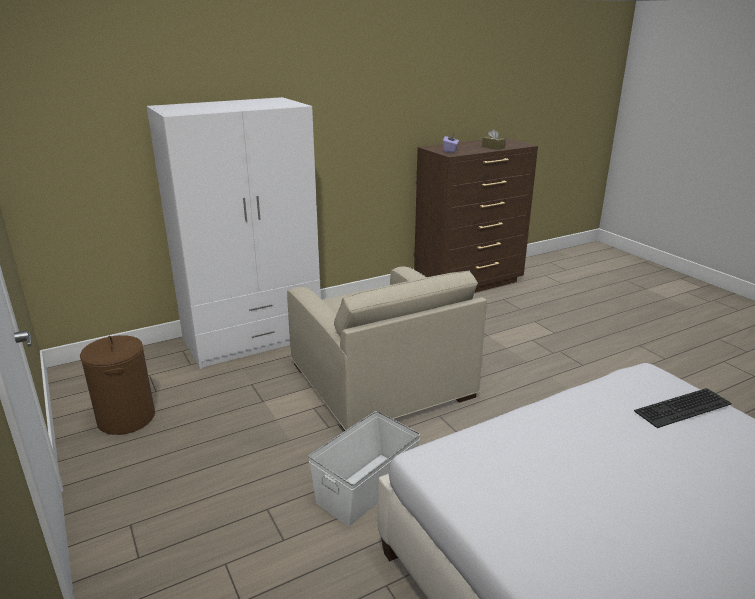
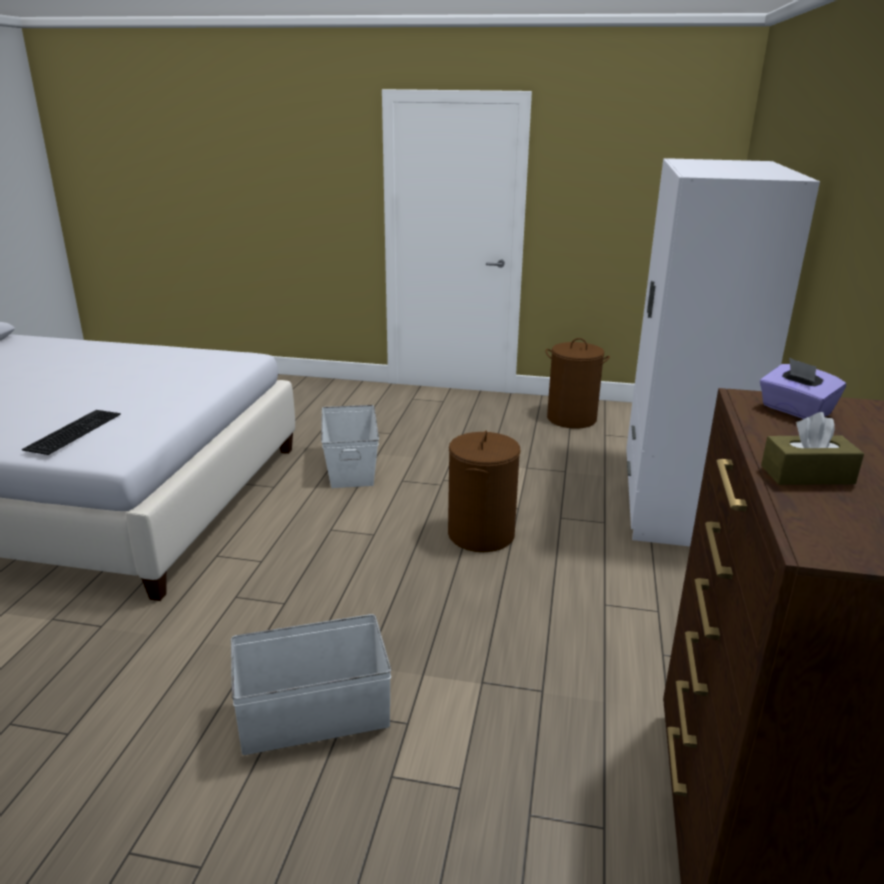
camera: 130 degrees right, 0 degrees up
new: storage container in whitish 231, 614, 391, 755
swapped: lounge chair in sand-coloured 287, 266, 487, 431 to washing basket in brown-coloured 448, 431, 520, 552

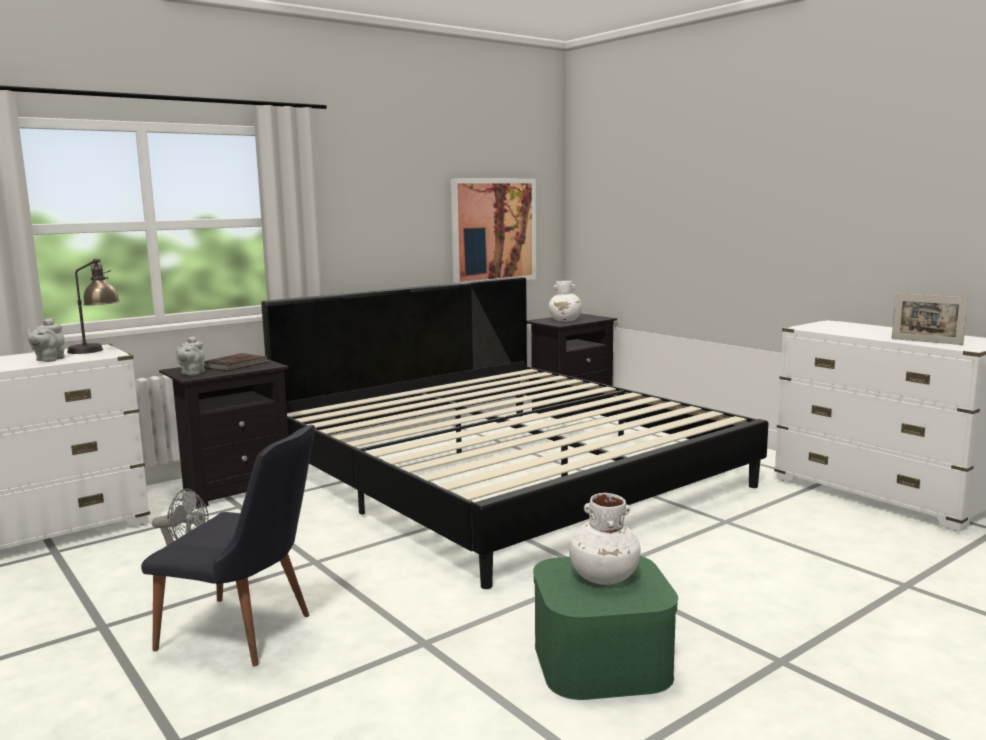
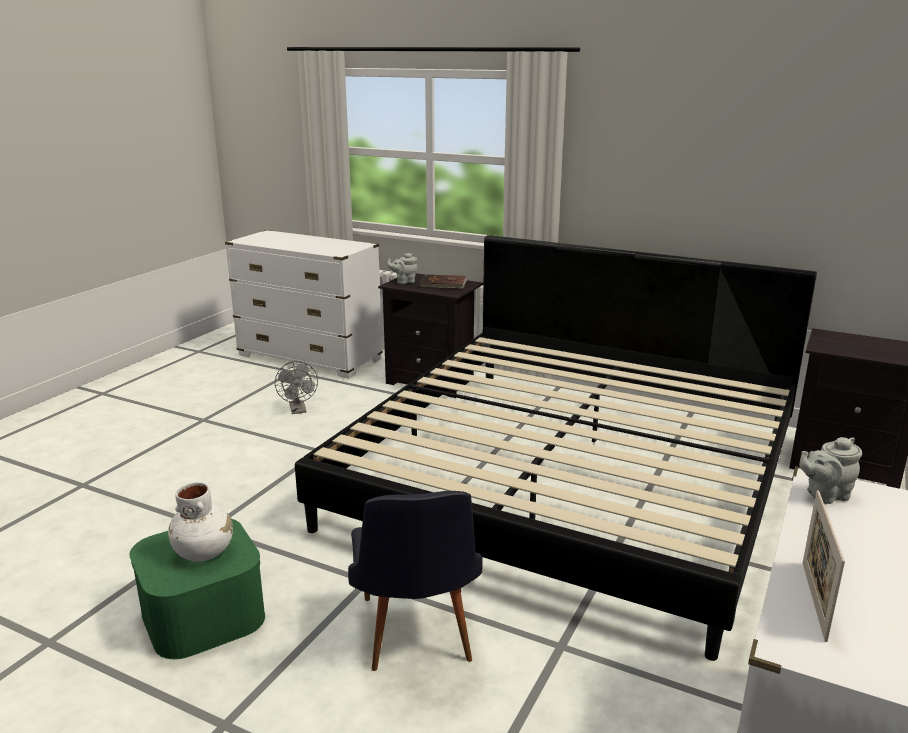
camera: 65 degrees right, 10 degrees up
gone: lamp for a table 67, 259, 120, 354; wall picture 451, 179, 536, 283; flower vase in whitish 549, 281, 582, 321
shifted: tea pot in greyish 26, 318, 65, 362 to 799, 437, 862, 504; upright chair in black-coloured 141, 425, 315, 666 to 348, 491, 482, 671

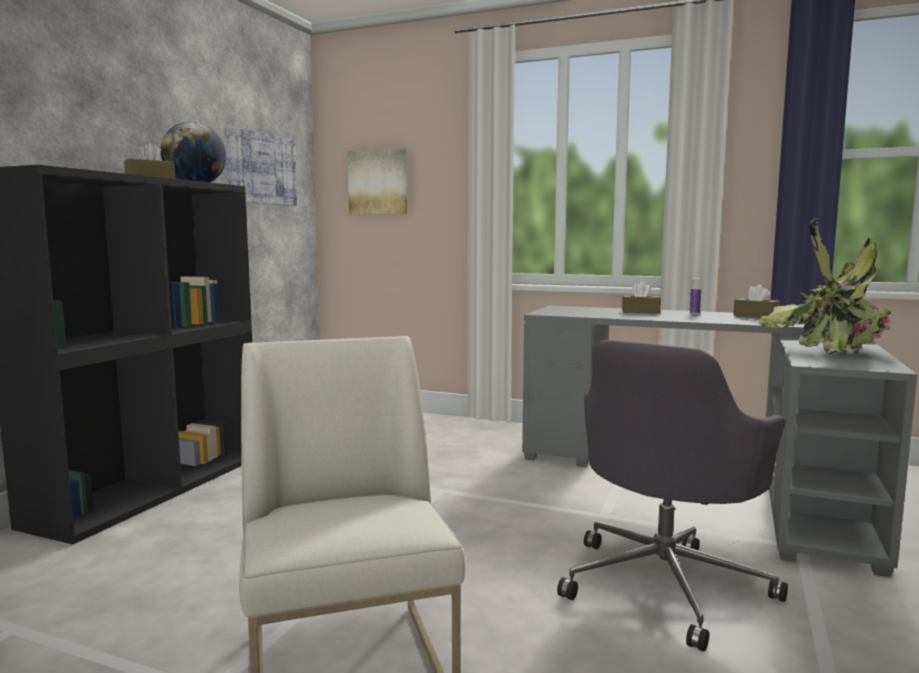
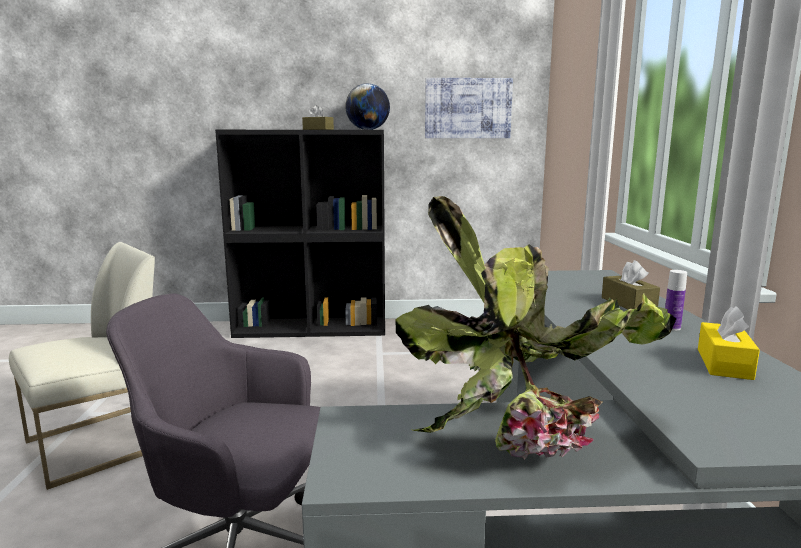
camera: 65 degrees right, 5 degrees up
gone: wall picture 348, 148, 407, 215
repainted: tissue box in brown-coloured 733, 284, 780, 318 to tissue box in yellowish 698, 306, 760, 380

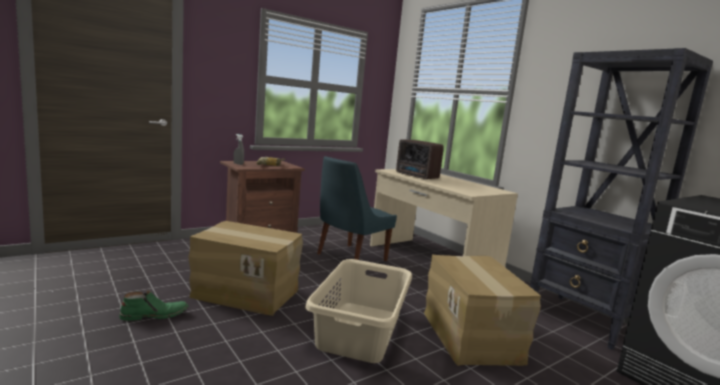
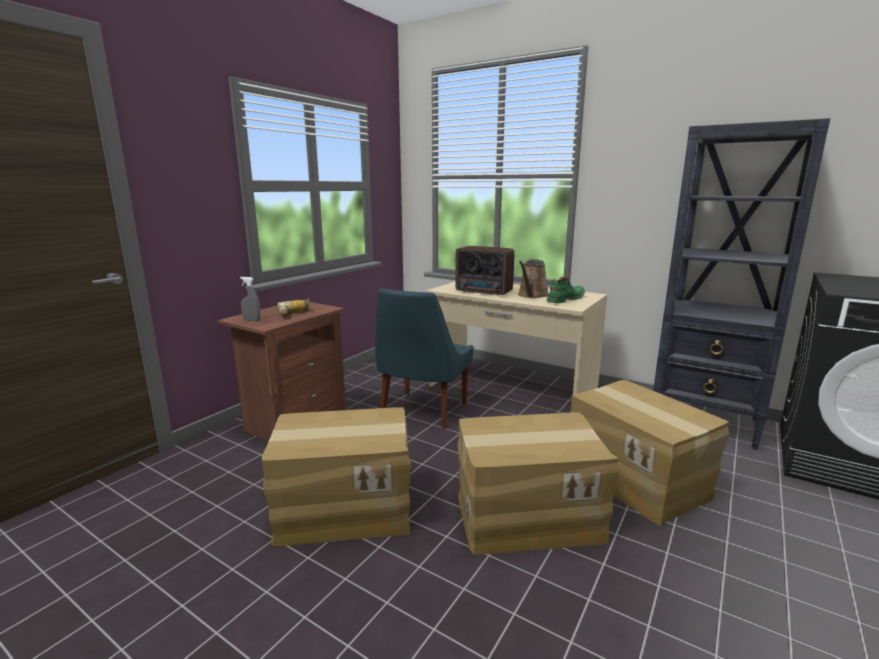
camera: 20 degrees left, 5 degrees up
new: watering can in brown-coloured 518, 259, 549, 298
shifted: high-top boot in green 119, 290, 188, 321 to 547, 277, 585, 303
swapped: washing basket in sand-coloured 305, 259, 412, 363 to cardboard box 458, 413, 620, 555

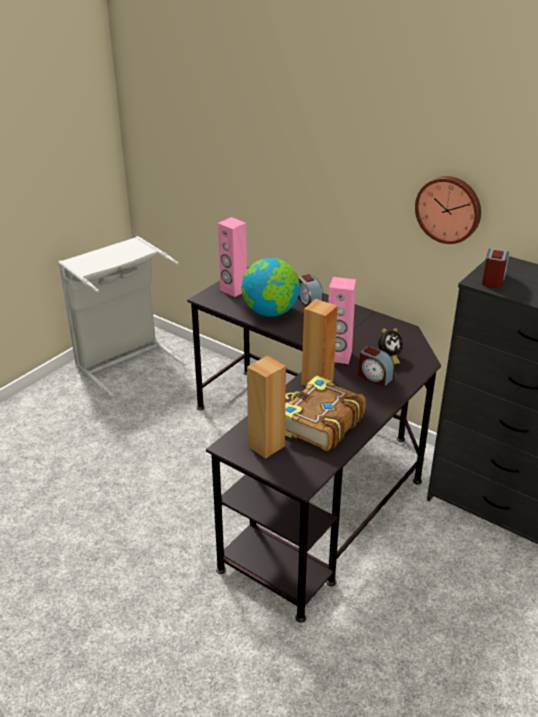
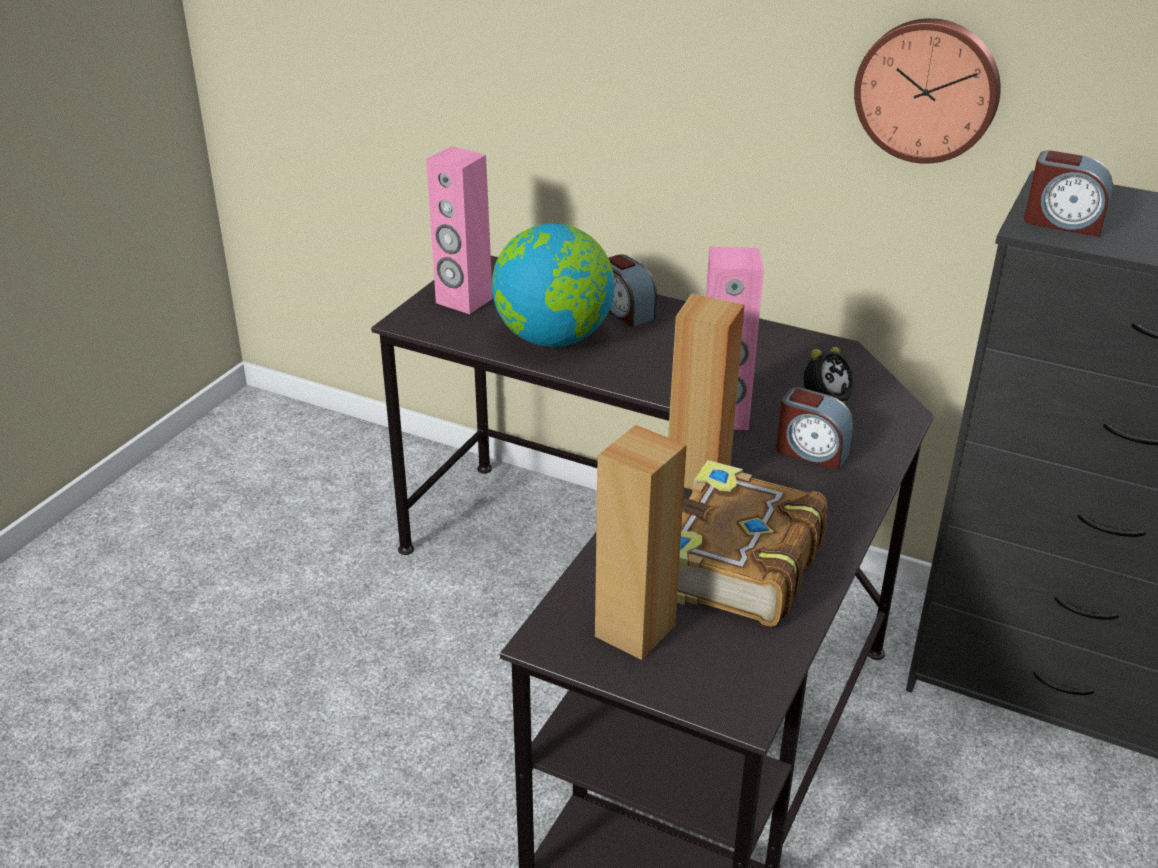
camera: 10 degrees left, 0 degrees up
gone: washing basket in greyish 58, 236, 186, 397
rotated: table clock 482, 249, 510, 288 = 1024, 150, 1113, 237 105 degrees clockwise

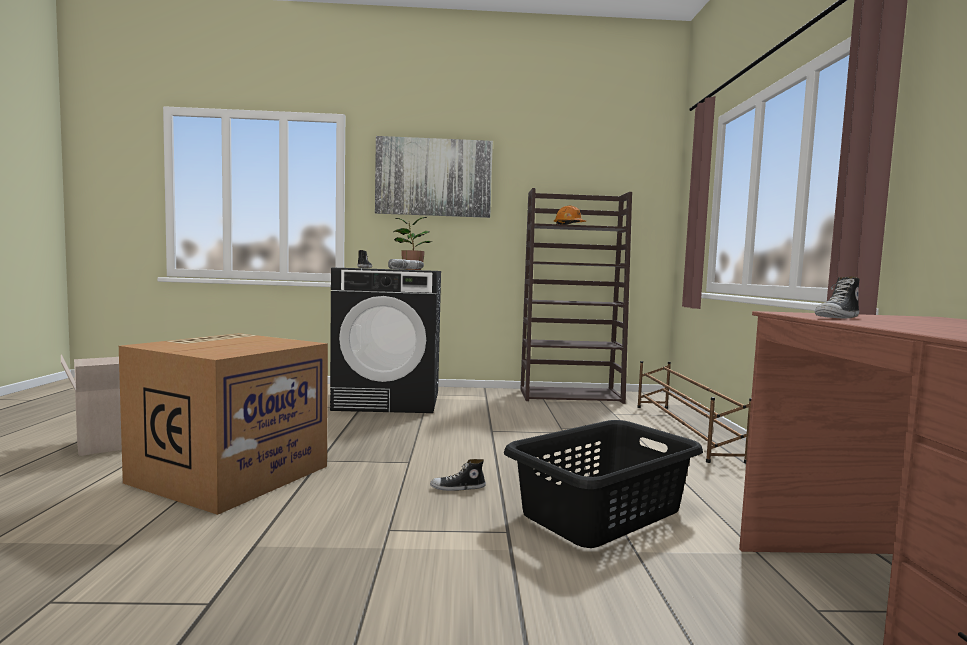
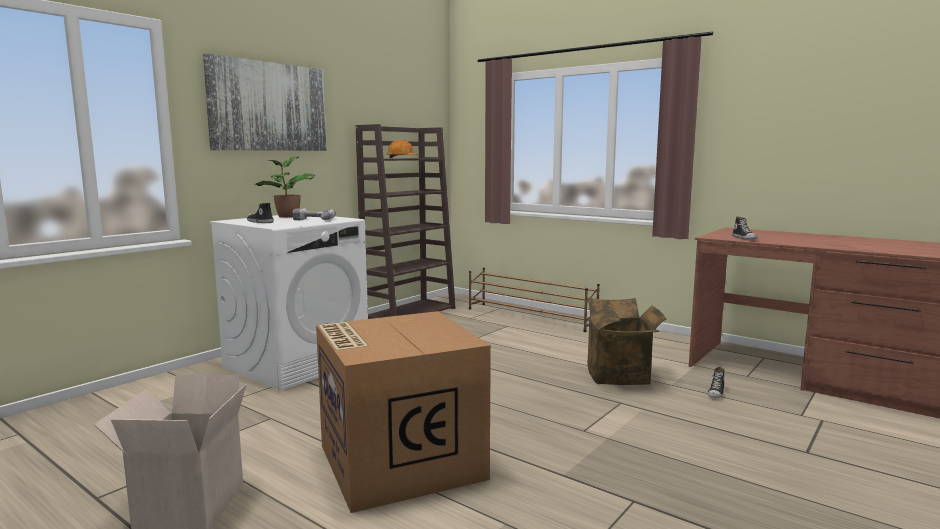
camera: 50 degrees left, 5 degrees up
shifted: shoe 430, 459, 486, 491 to 708, 367, 724, 398
swapped: washing basket in black-coloured 504, 420, 703, 548 to cardboard box 587, 298, 666, 385
repainted: laundry machine in black-coloured 330, 267, 441, 413 to laundry machine in whitish 209, 215, 368, 391

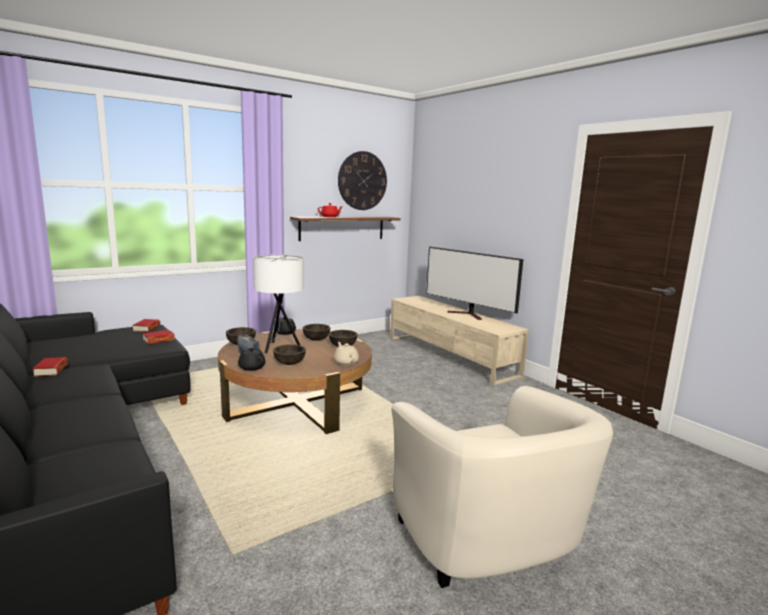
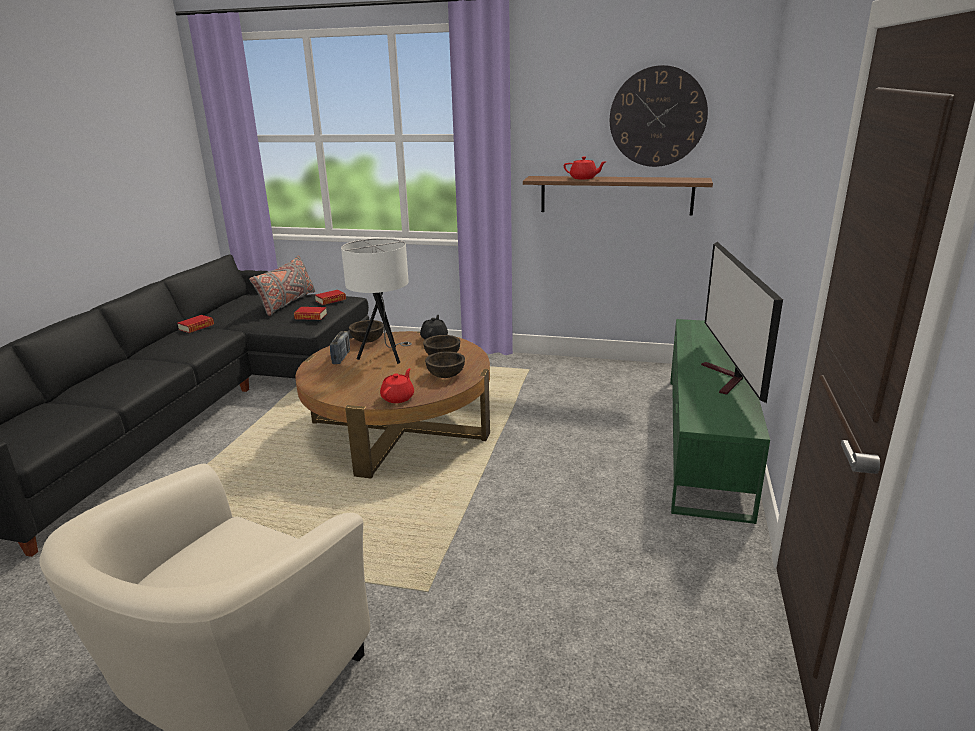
camera: 50 degrees right, 10 degrees up
gone: tea pot in black-coloured 238, 347, 266, 371; serving bowl in brown-coloured 273, 344, 306, 365
new: cushion in greyish 249, 255, 315, 316
repainted: tea pot in sand-coloured 334, 342, 359, 365 to tea pot in red-coloured 380, 368, 414, 403; media console in sand-coloured 390, 296, 529, 386 to media console in green 670, 319, 770, 524

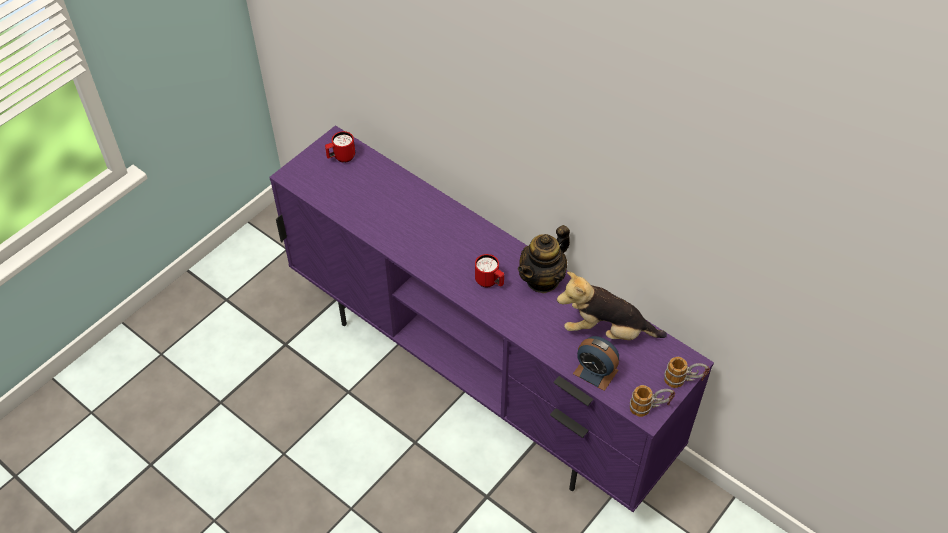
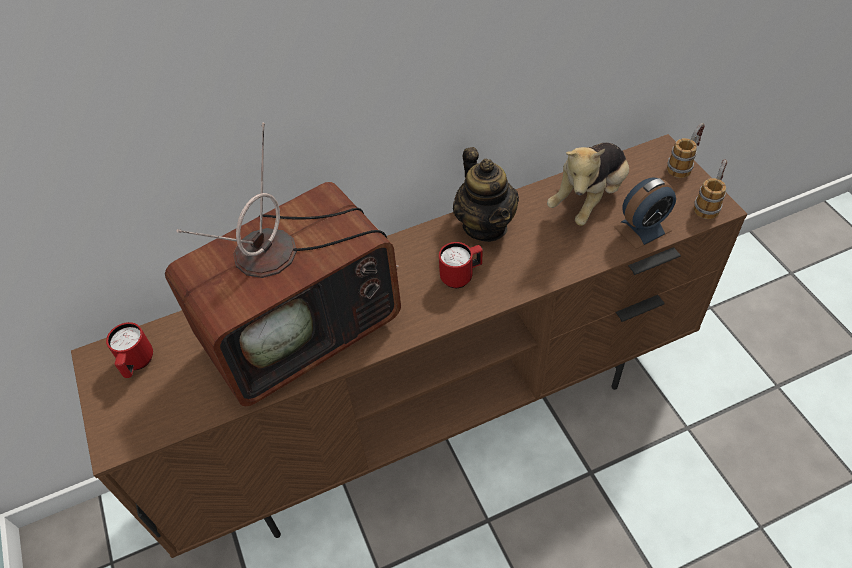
camera: 60 degrees left, 0 degrees up
new: television 165, 123, 401, 406
repainted: media console in purple 269, 125, 714, 512 to media console in brown-coloured 71, 134, 747, 558

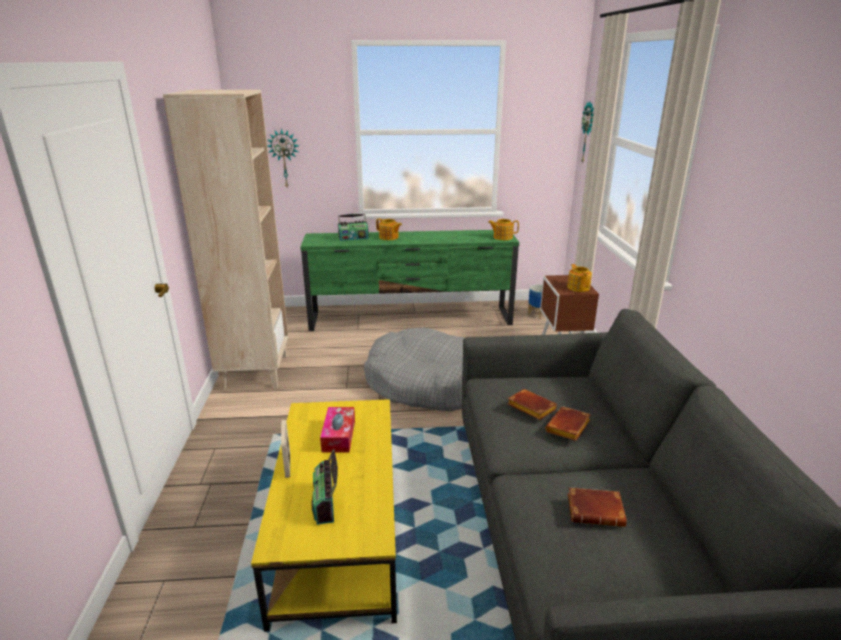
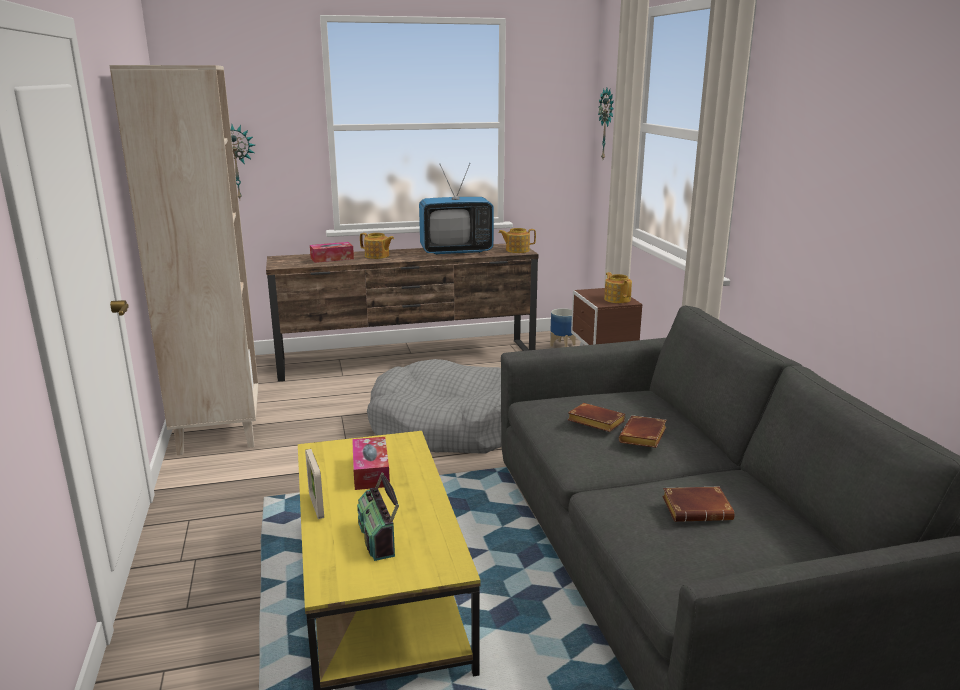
camera: 10 degrees left, 5 degrees down
new: television 419, 164, 494, 255
swapped: radio receiver 338, 214, 369, 241 to tissue box 310, 242, 354, 263
repainted: media console in green 300, 230, 519, 331 to media console in brown-coloured 266, 244, 538, 382

